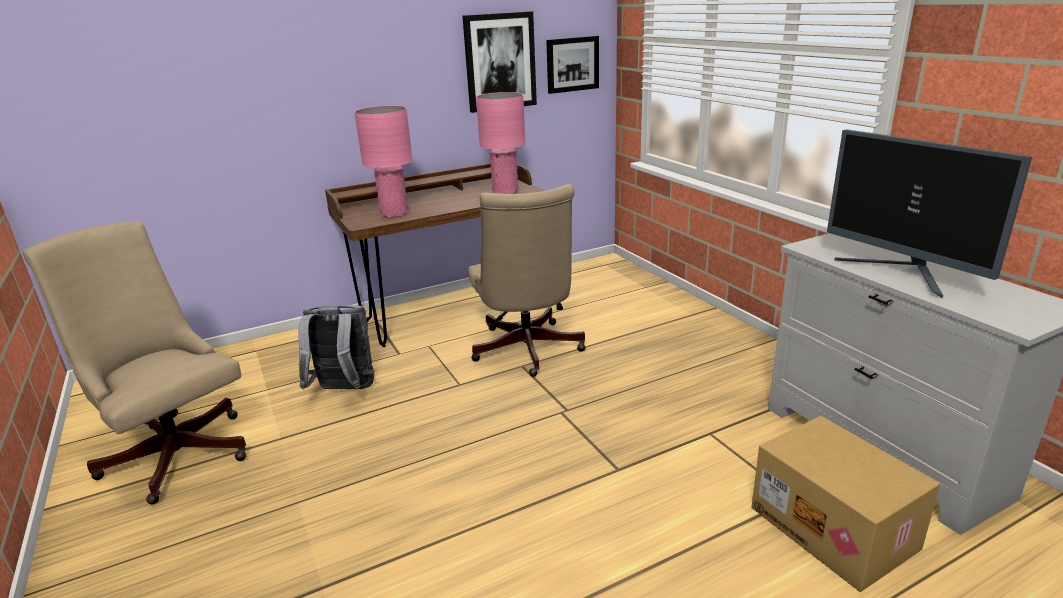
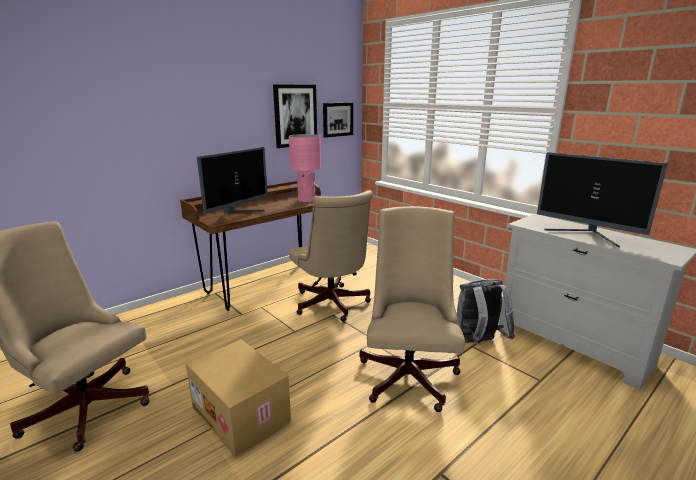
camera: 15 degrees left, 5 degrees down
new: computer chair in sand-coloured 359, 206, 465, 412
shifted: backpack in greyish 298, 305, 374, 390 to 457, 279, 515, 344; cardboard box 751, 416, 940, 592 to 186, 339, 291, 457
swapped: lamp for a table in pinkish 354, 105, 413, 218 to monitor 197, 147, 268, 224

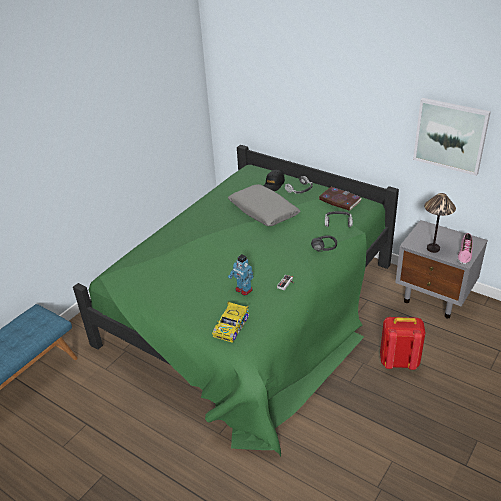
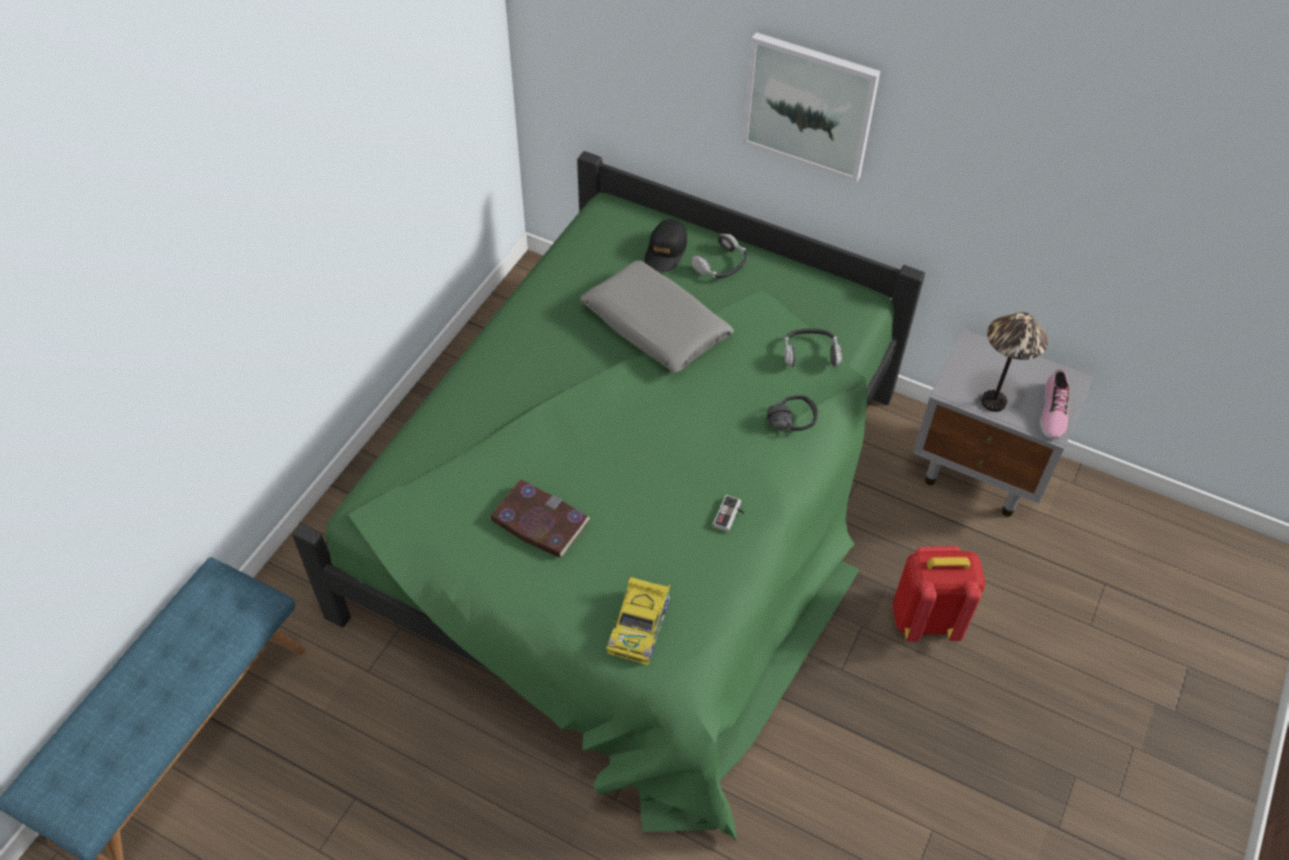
camera: 10 degrees left, 15 degrees up
gone: toy robot 228, 254, 254, 295
shifted: volume 319, 186, 361, 211 to 490, 479, 590, 558; wall picture 413, 98, 491, 176 to 742, 32, 880, 183

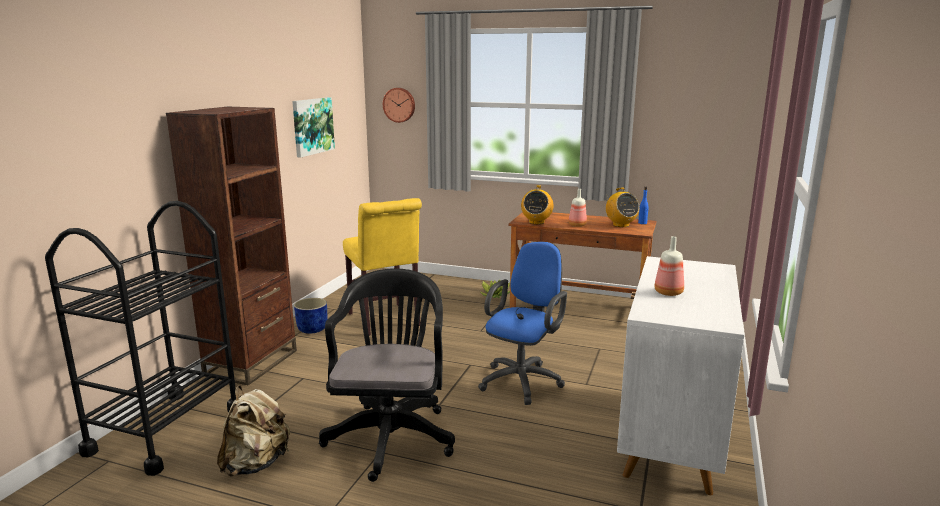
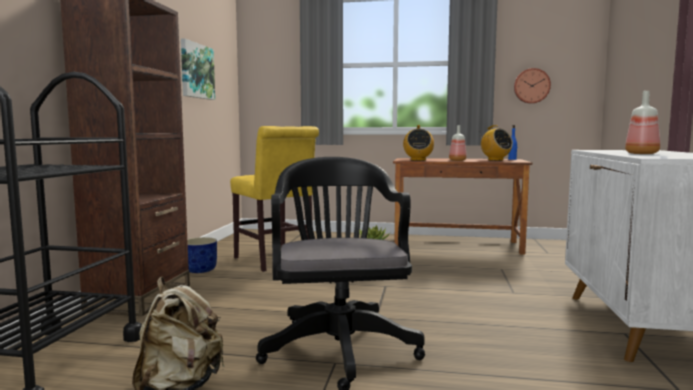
camera: 10 degrees left, 10 degrees down
gone: computer chair in blue 478, 242, 567, 405
shifted: clock on the wall 383, 88, 415, 123 to 514, 68, 551, 104

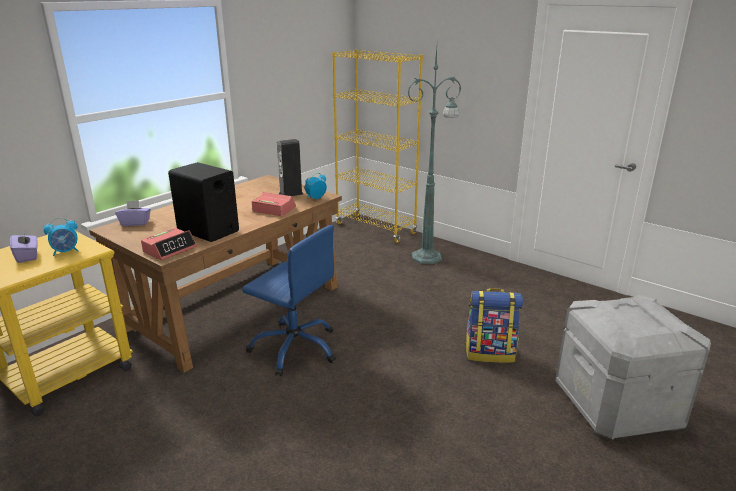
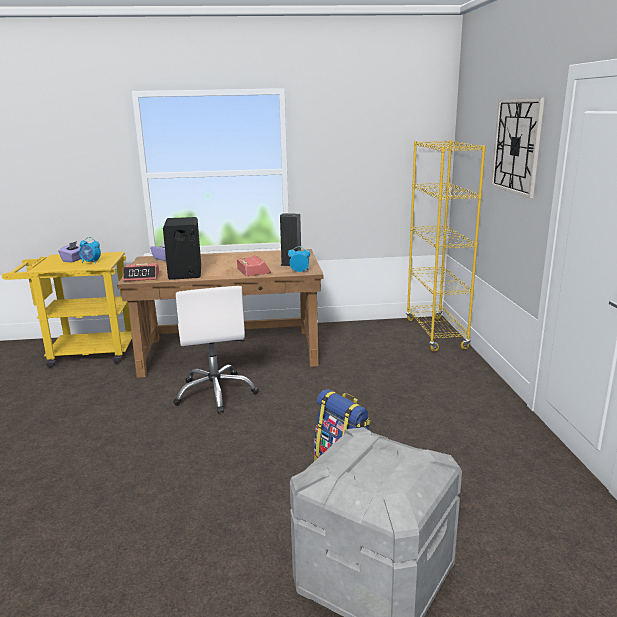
camera: 45 degrees right, 5 degrees down
gone: standing lamp in green 407, 48, 461, 264
new: clock on the wall 491, 98, 545, 198
repainted: computer chair in blue 242, 225, 336, 376 to computer chair in whitish 173, 286, 259, 414

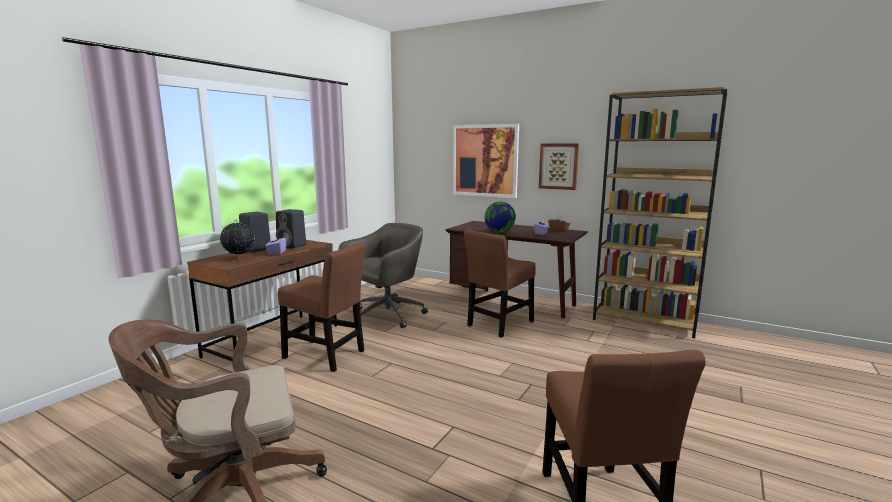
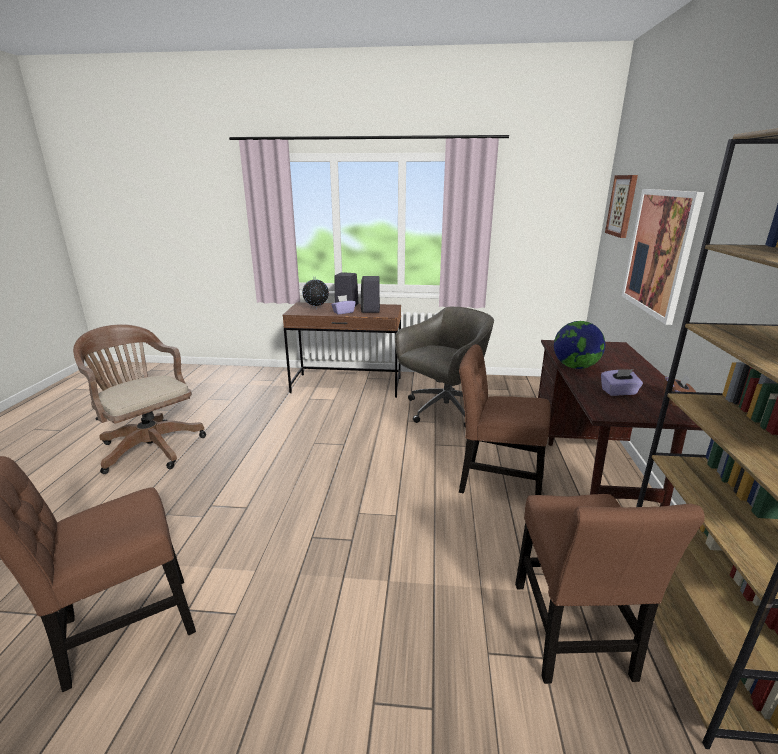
camera: 65 degrees right, 10 degrees up
shifted: upright chair in brown-coloured 278, 242, 366, 372 to 515, 494, 705, 684; wall picture 539, 143, 579, 190 to 605, 175, 638, 238
rotated: computer chair in greyish 338, 223, 428, 328 = 395, 307, 494, 428 60 degrees counterclockwise

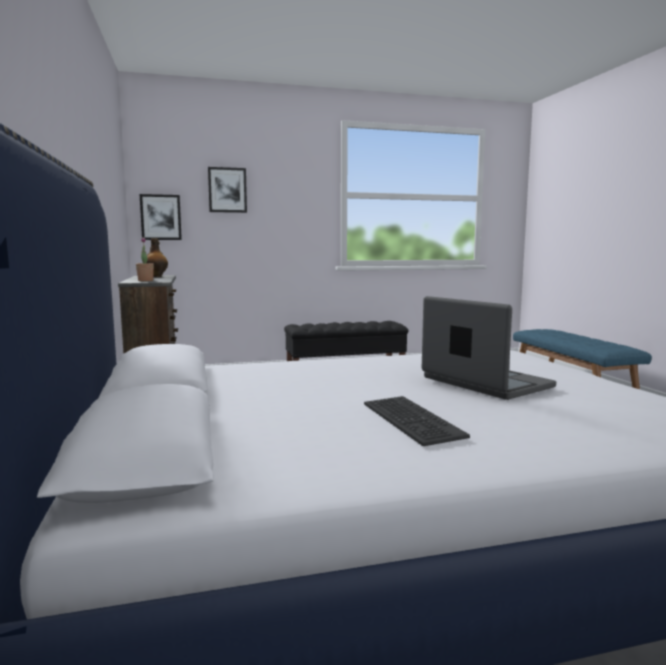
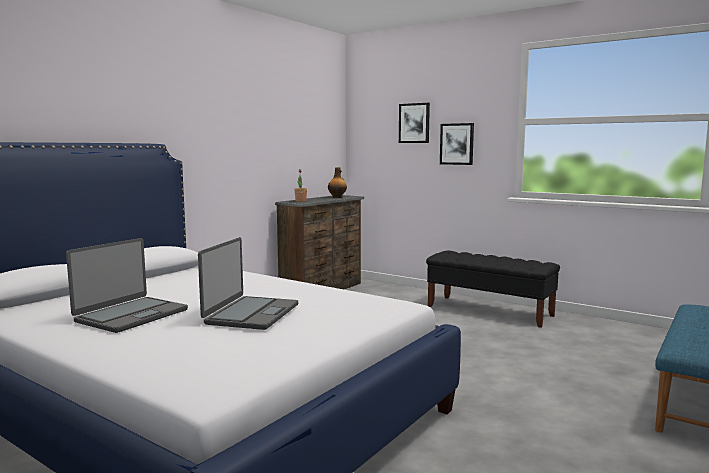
camera: 50 degrees right, 0 degrees up
shifted: wall picture 140, 194, 182, 240 to 440, 123, 474, 165
swapped: keyboard 364, 396, 470, 446 to portable computer 66, 238, 188, 333

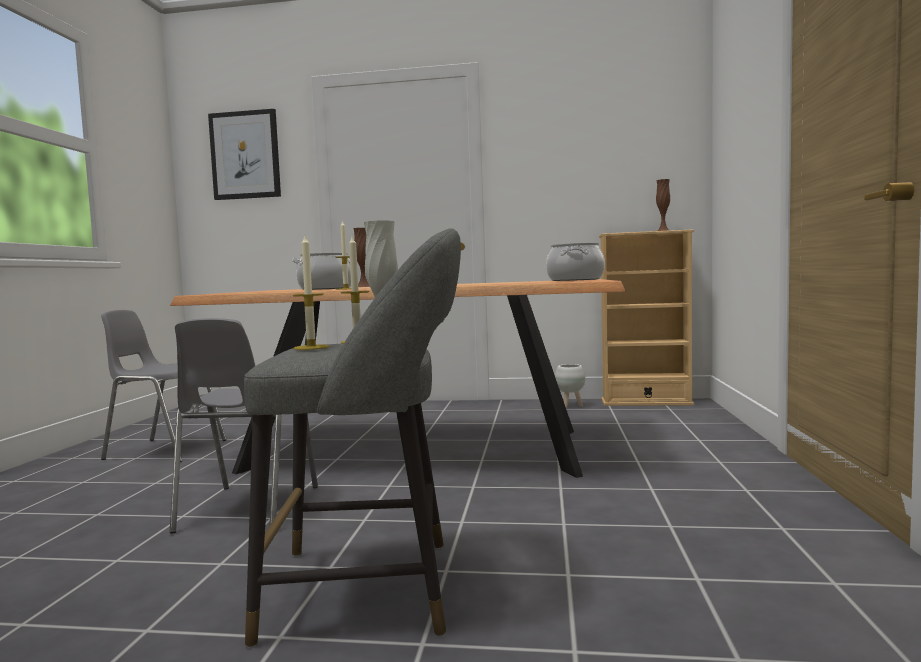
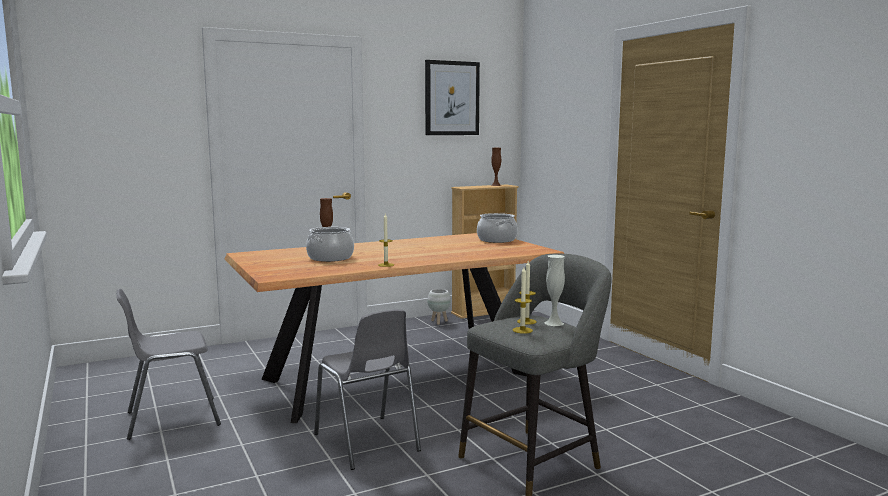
camera: 35 degrees left, 5 degrees up
shifted: wall picture 208, 109, 281, 200 to 425, 60, 480, 135

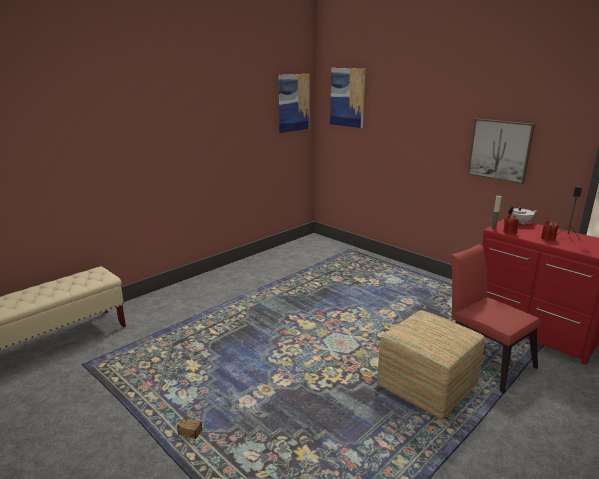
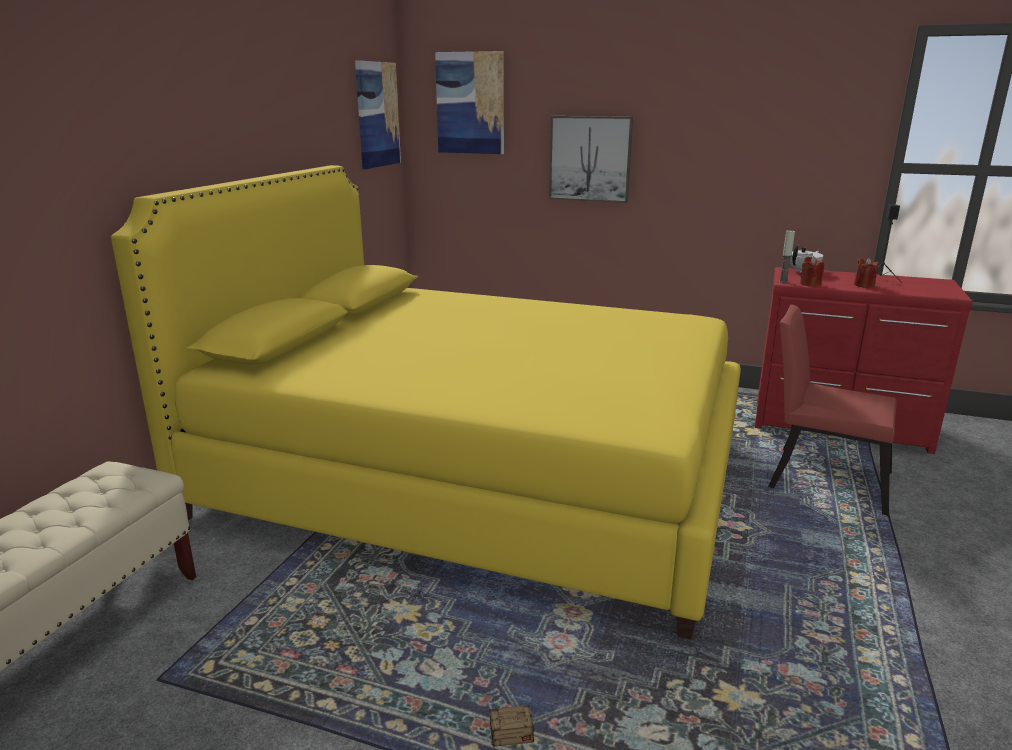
camera: 25 degrees left, 0 degrees up
gone: ottoman 377, 310, 485, 420
new: bedroom bed in yellowish 111, 165, 741, 640
shifted: wall picture 468, 119, 535, 184 to 549, 116, 633, 203

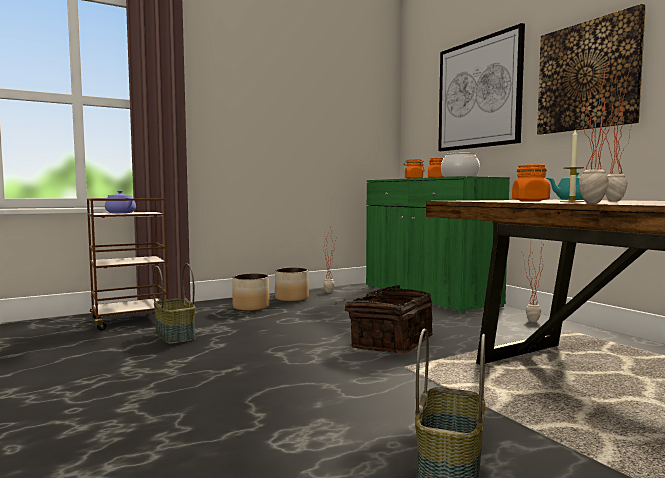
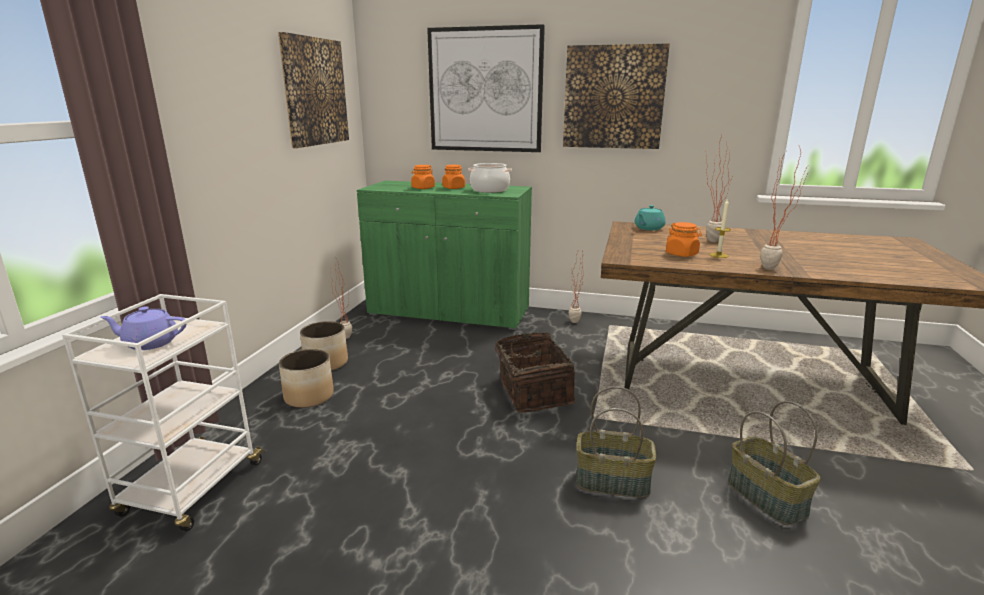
camera: 45 degrees left, 15 degrees up
new: wall picture 278, 32, 349, 148
shifted: basket 152, 263, 196, 344 to 576, 386, 657, 498
repainted: trolley in brown-coloured 87, 198, 168, 330 to trolley in whitish 62, 294, 265, 532

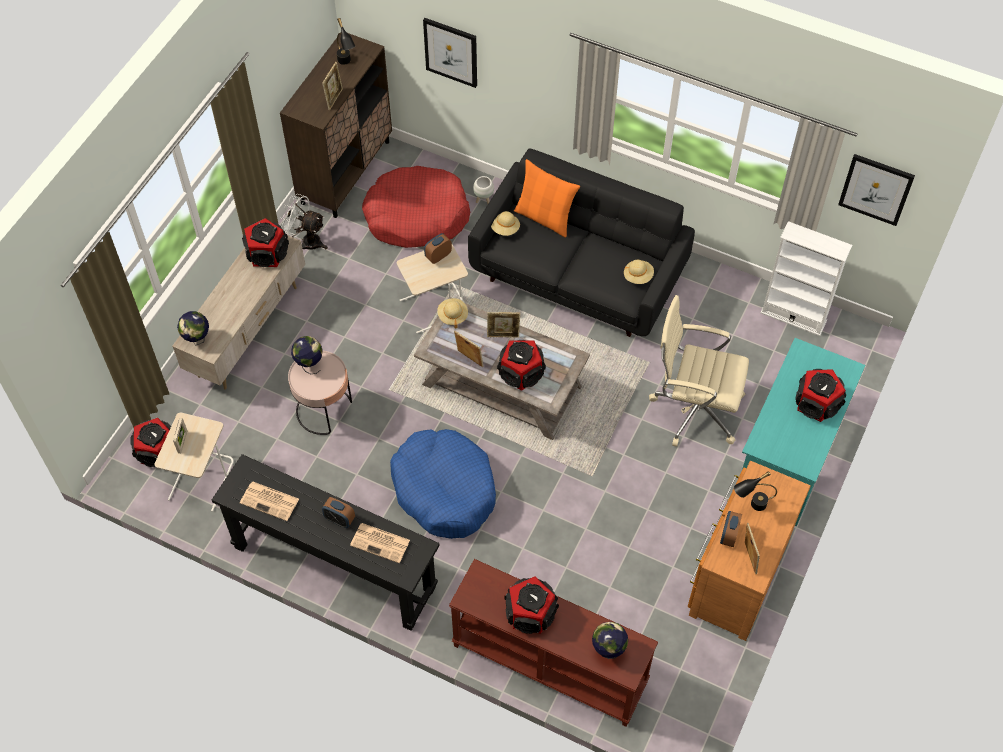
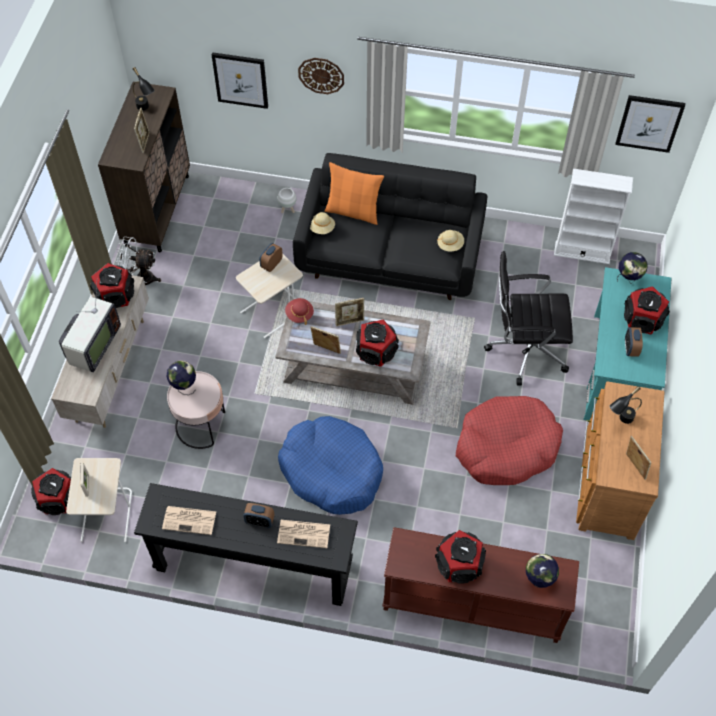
camera: 15 degrees left, 0 degrees up
new: television 59, 285, 121, 372; clock on the wall 298, 58, 344, 94
shifted: desk globe 177, 311, 209, 346 to 617, 252, 648, 284; pet bed in red-coloured 362, 166, 470, 248 to 456, 396, 563, 485; table clock 720, 511, 742, 547 to 625, 327, 643, 357
repainted: hat in sand-coloured 437, 298, 468, 329 to hat in red-coloured 285, 298, 314, 325; computer chair in sand-coloured 649, 295, 749, 447 to computer chair in black-coloured 484, 251, 573, 385

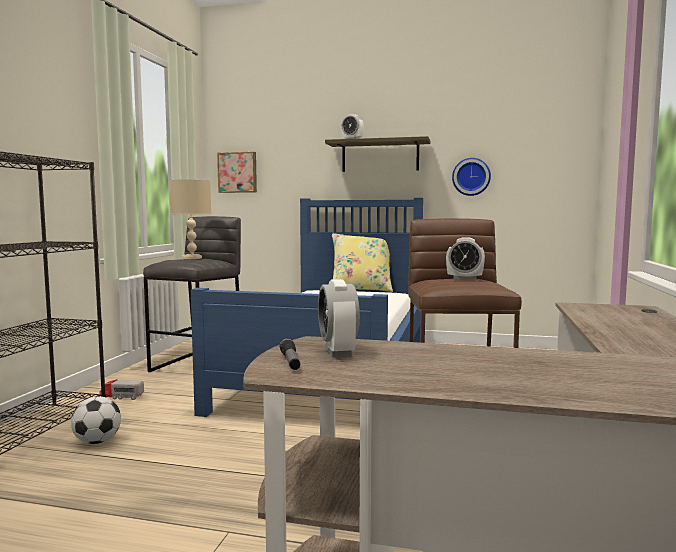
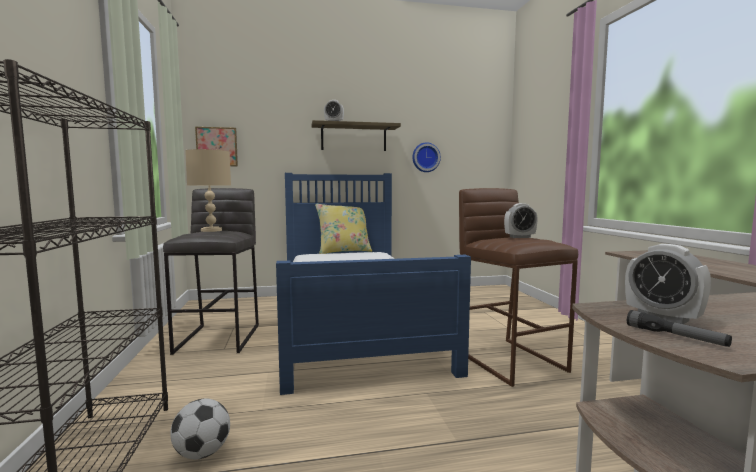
camera: 25 degrees left, 0 degrees up
gone: toy truck 99, 379, 144, 400

